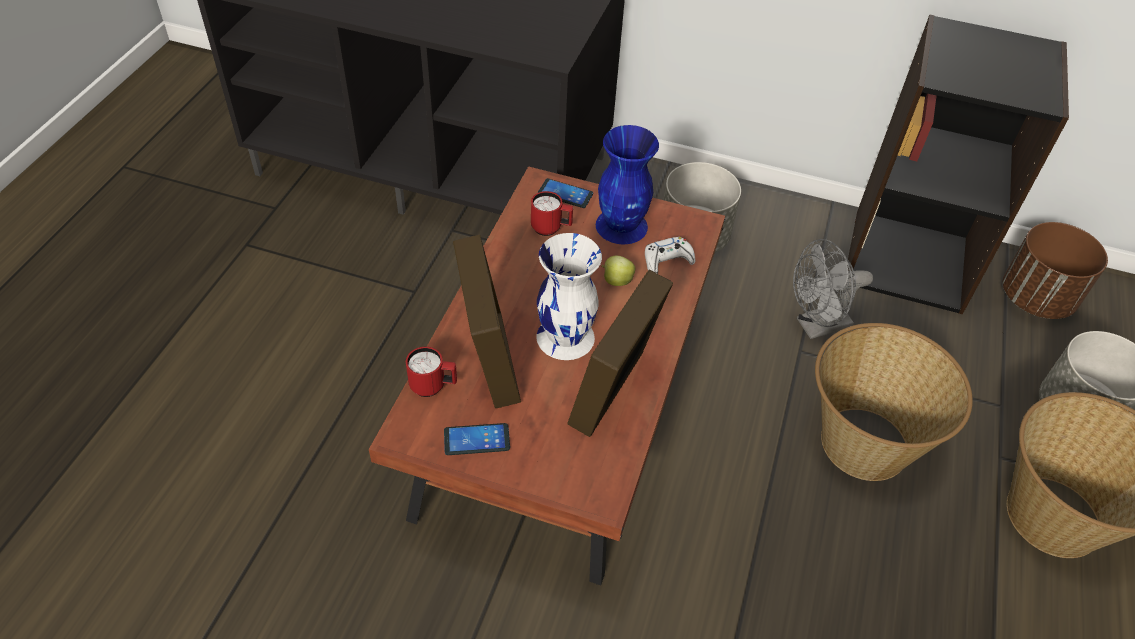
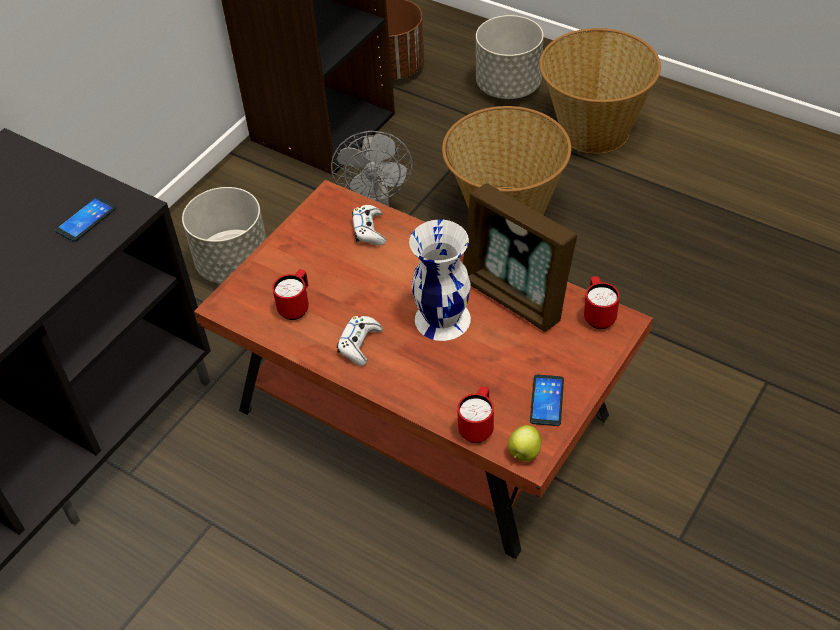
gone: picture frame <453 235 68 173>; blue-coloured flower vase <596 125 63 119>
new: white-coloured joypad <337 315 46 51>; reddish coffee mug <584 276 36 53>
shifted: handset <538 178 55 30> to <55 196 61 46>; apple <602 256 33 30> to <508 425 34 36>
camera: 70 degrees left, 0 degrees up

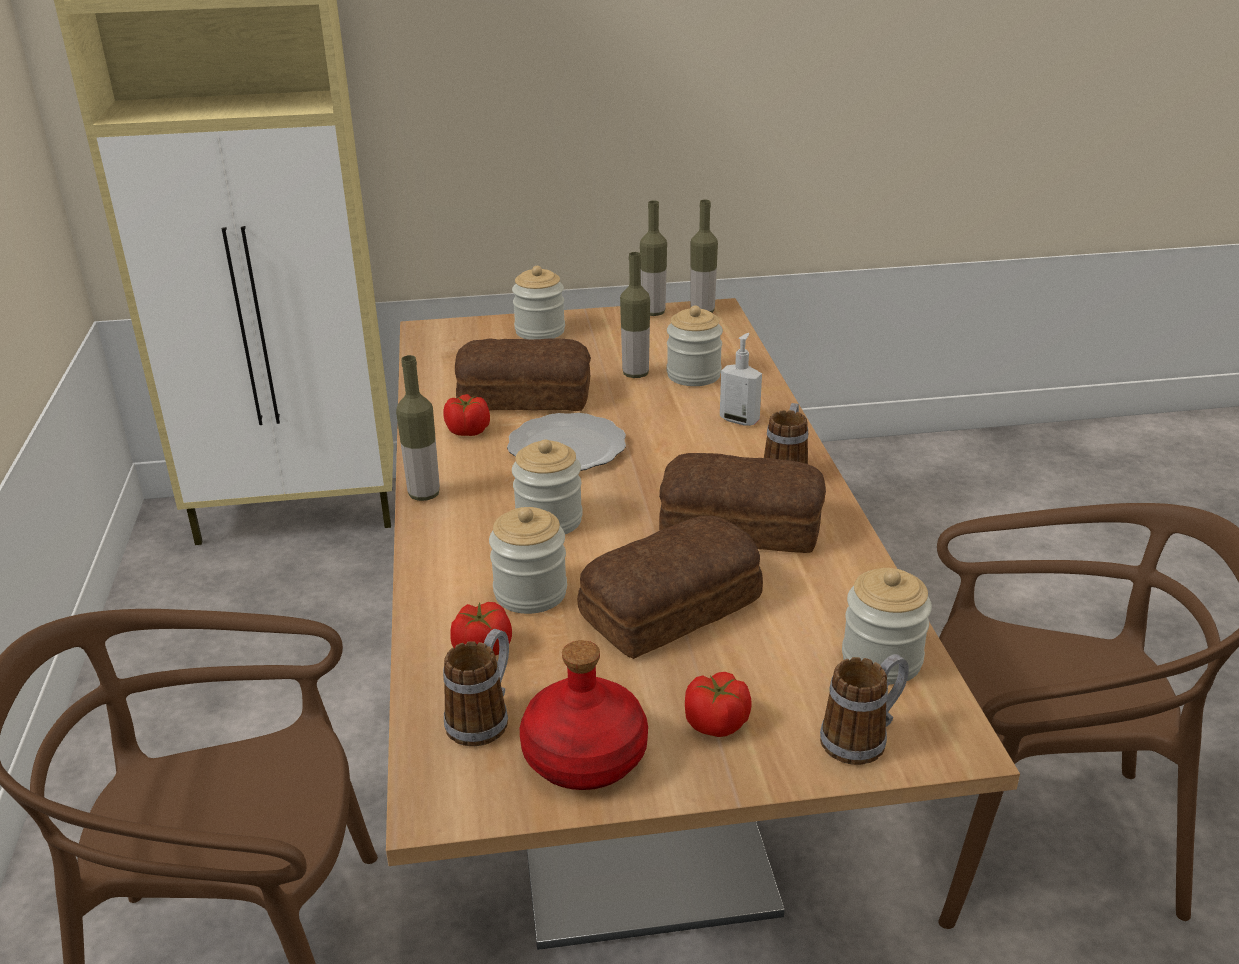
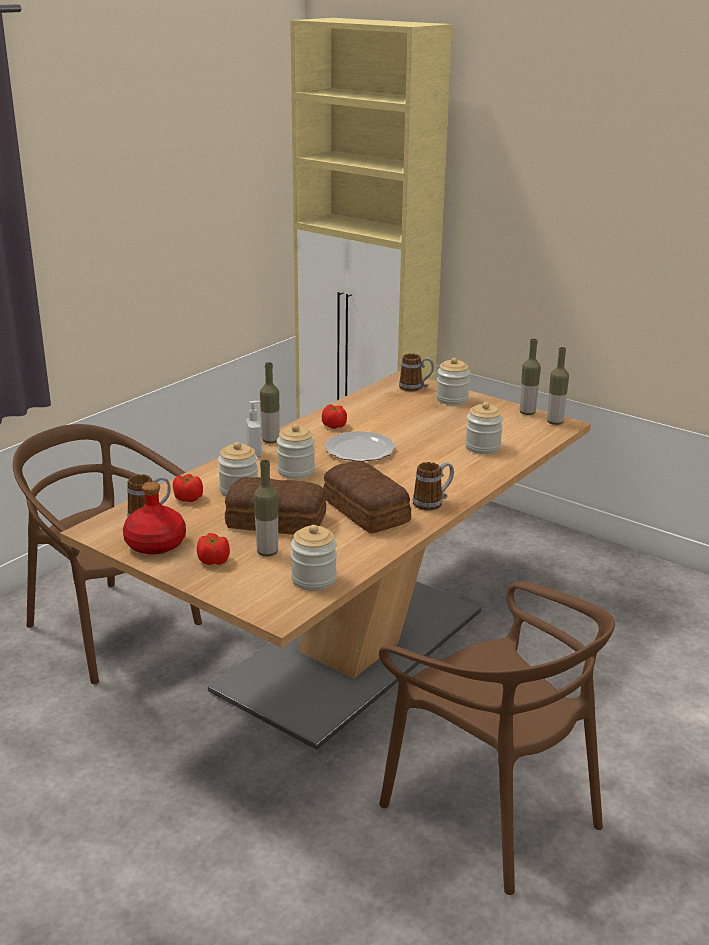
gone: bread <455 339 136 72>
shifted: bottle <620 252 30 126> to <254 460 24 97>; soap bottle <720 333 42 93> to <246 401 16 56>; coffee mug <820 654 89 111> to <399 354 35 38>
camera: 45 degrees right, 5 degrees down

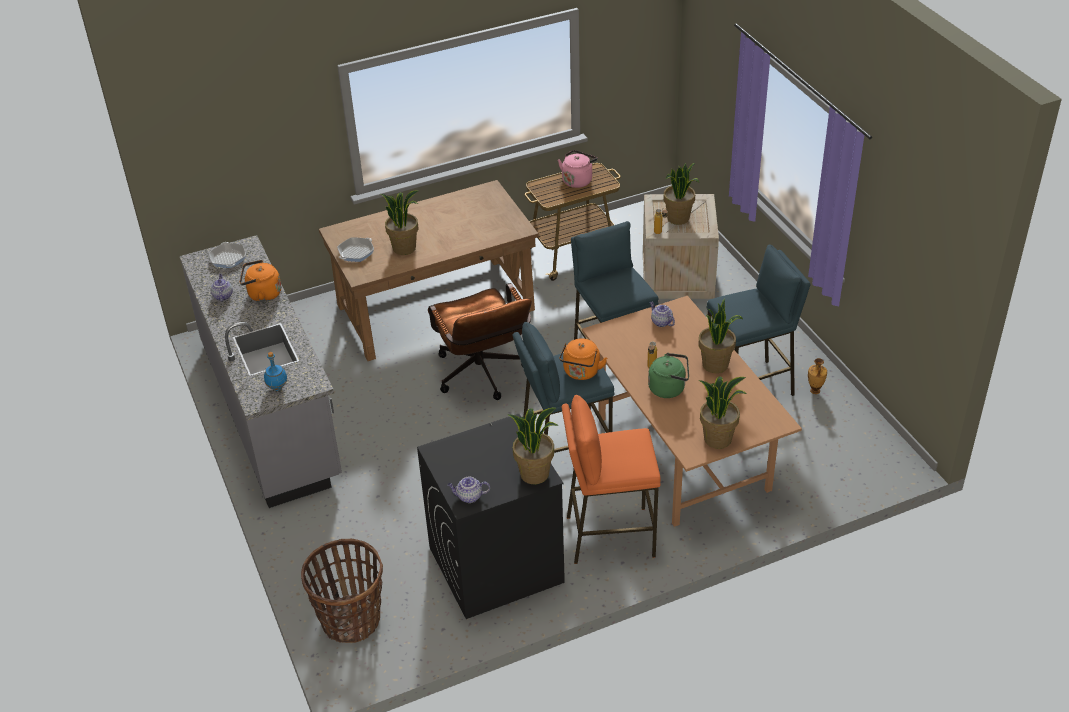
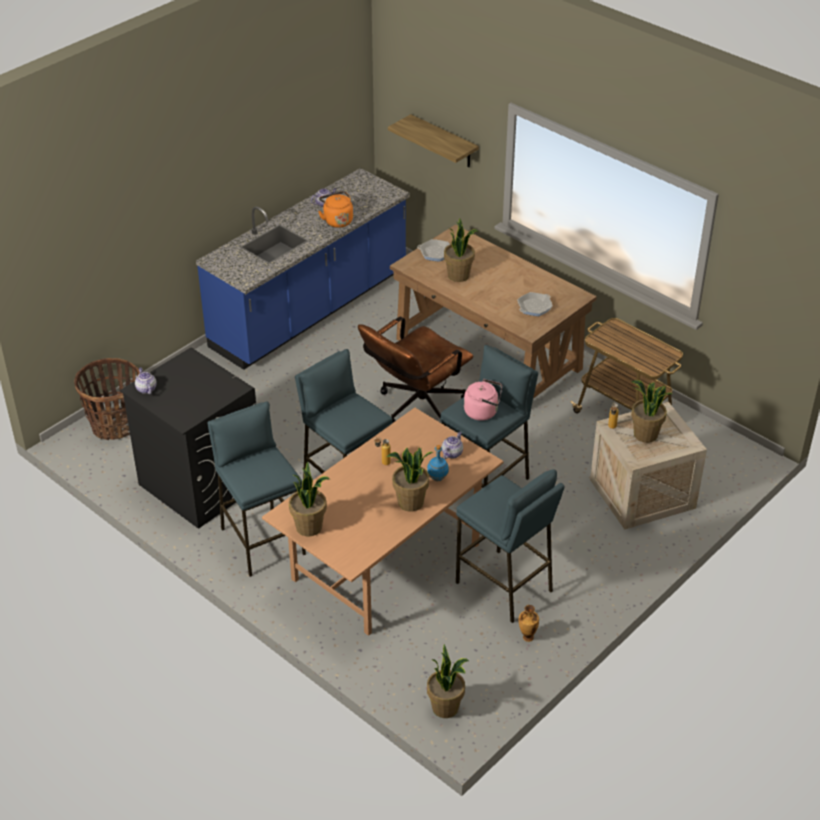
gone: orange-coloured water kettle <559 338 48 42>; green water kettle <648 353 41 45>
new: wall shelf <388 114 91 53>
shifted: pan <209 242 37 26> to <517 292 36 24>; blue-coloured bottle <264 352 24 39> to <427 445 22 36>; houseplant <508 408 51 76> to <427 644 42 74>; pink-coloured water kettle <558 150 39 38> to <464 379 38 42>
repainted: greyish counter <179 235 163 273> to blue-coloured counter <196 168 214 202>; orange-coloured stool seat <562 395 99 169> to blue-coloured stool seat <207 402 99 175>
camera: 65 degrees right, 0 degrees up

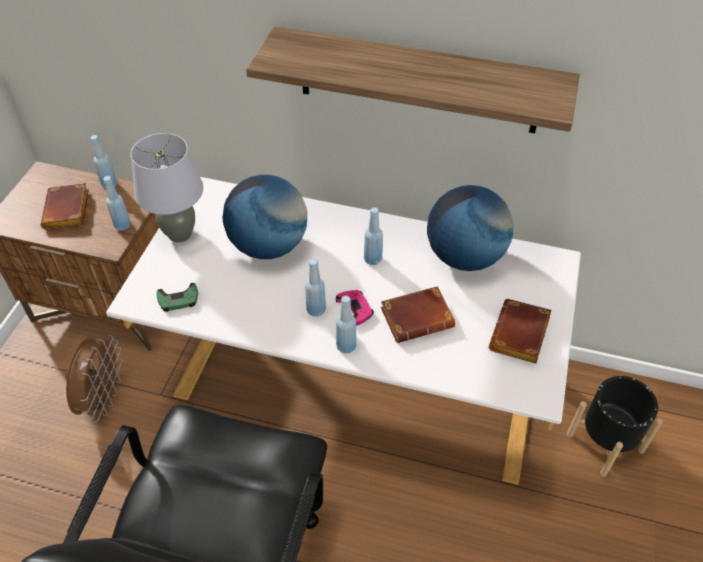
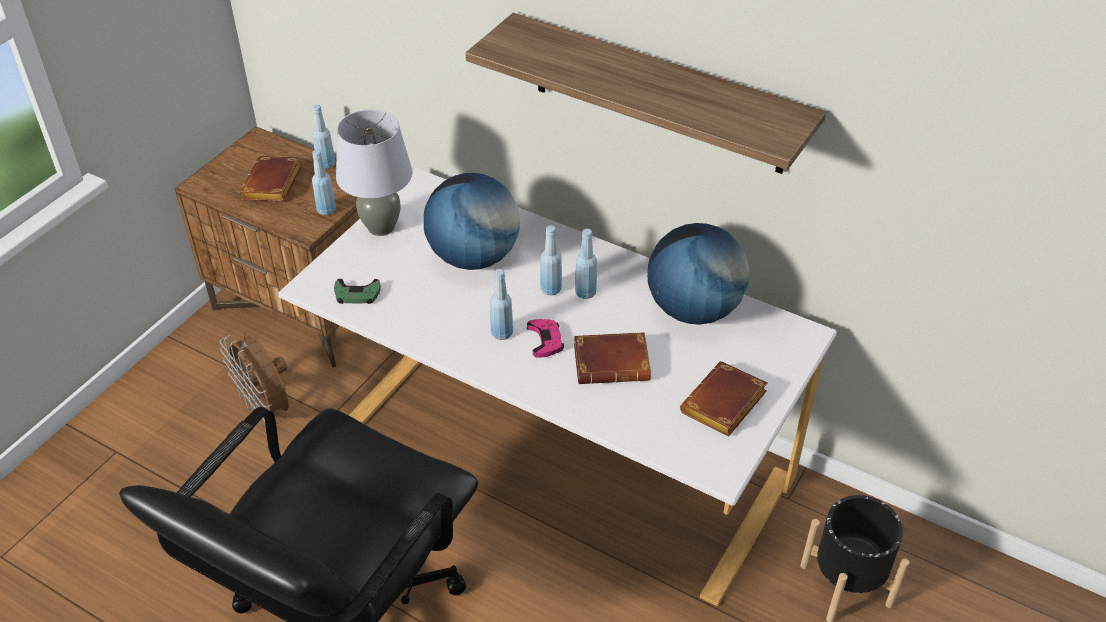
shifted: blue-coloured bottle <336 296 20 58> to <540 225 22 71>
rotated: brown-coloured cooling fan <65 335 58 88> = <220 332 69 94> 120 degrees clockwise
camera: 15 degrees right, 5 degrees down

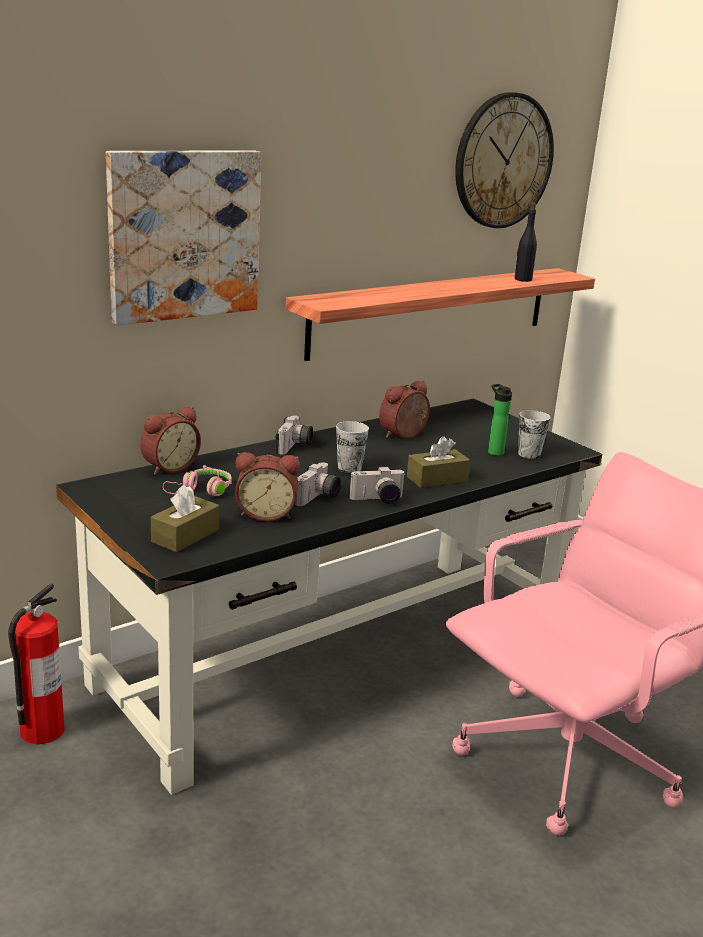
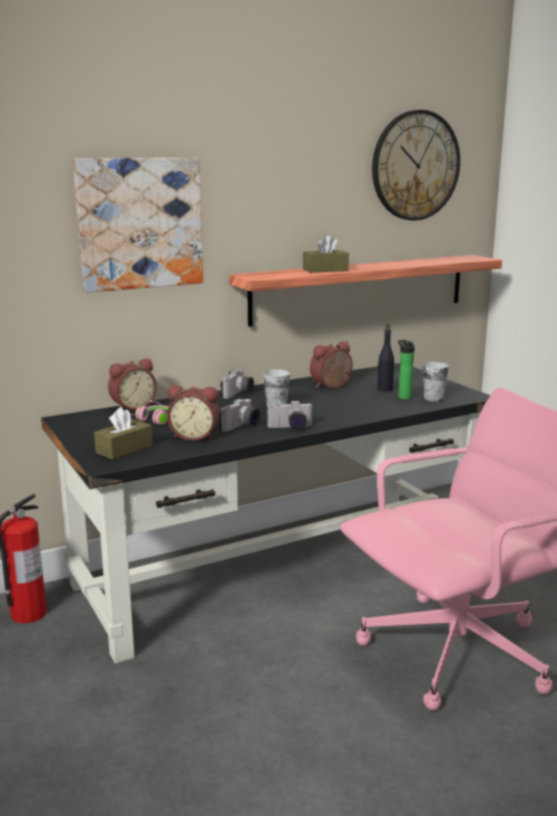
shifted: brown-coloured tissue holder <407 436 63 52> to <303 235 46 38>; blackish bottle <515 203 22 79> to <378 324 16 68>
camera: 10 degrees right, 5 degrees down

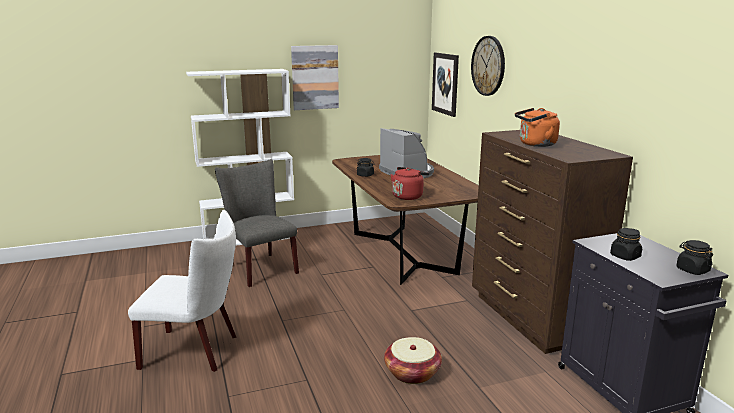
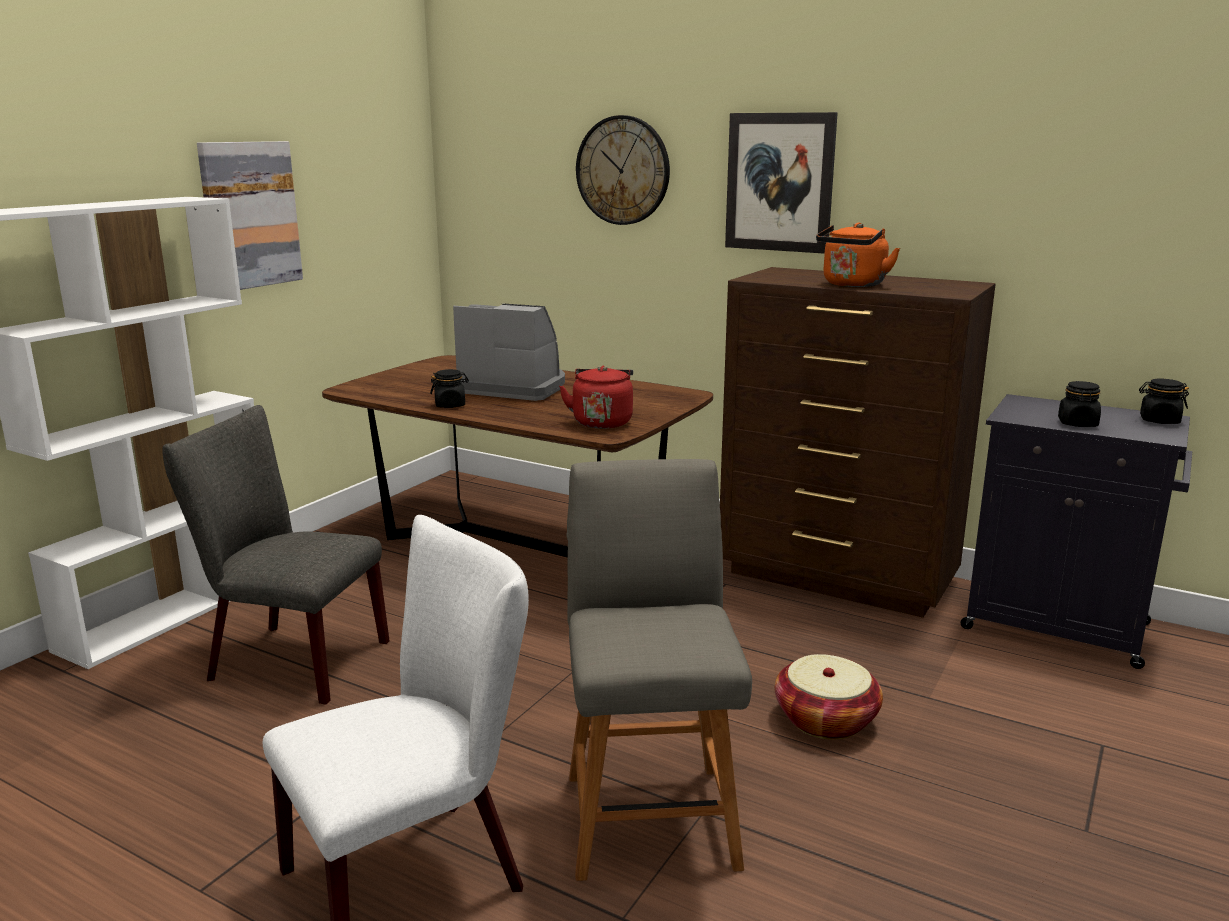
new: greyish upright chair <566 459 186 422>
shifted: wall art <432 53 27 64> to <725 112 113 142>
camera: 40 degrees left, 0 degrees up

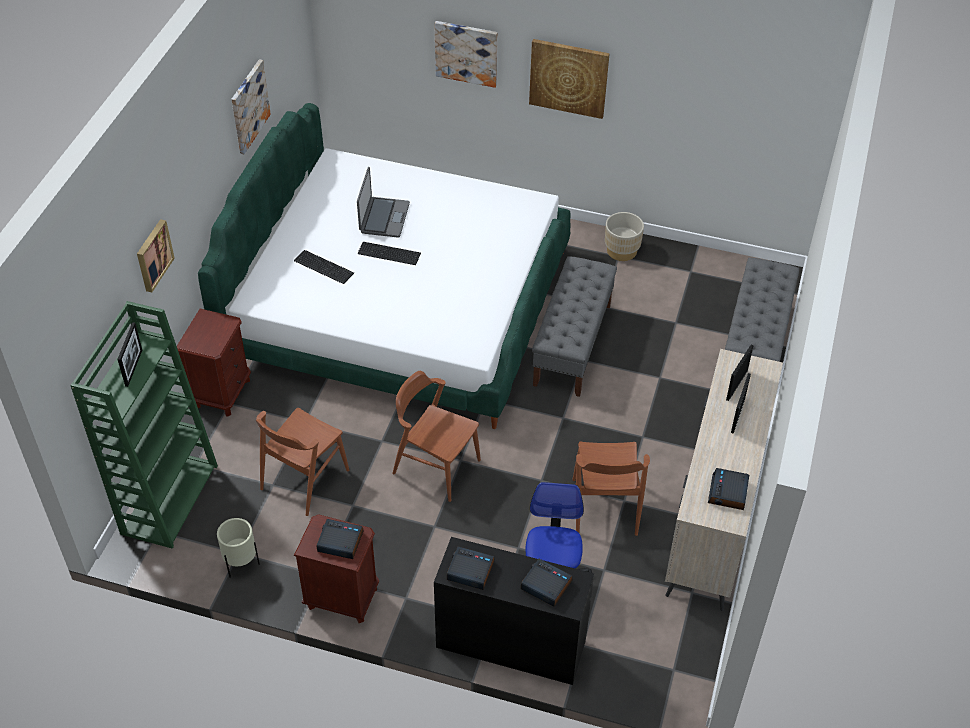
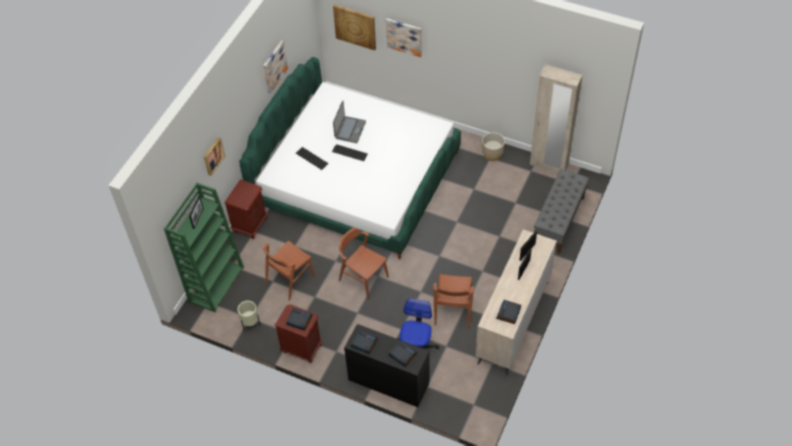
gone: greyish indoor bench <532 256 85 141>
new: beige-coloured wardrobe <530 64 53 109>
shifted: wall art <529 39 81 80> to <333 5 43 45>
camera: 10 degrees right, 5 degrees up

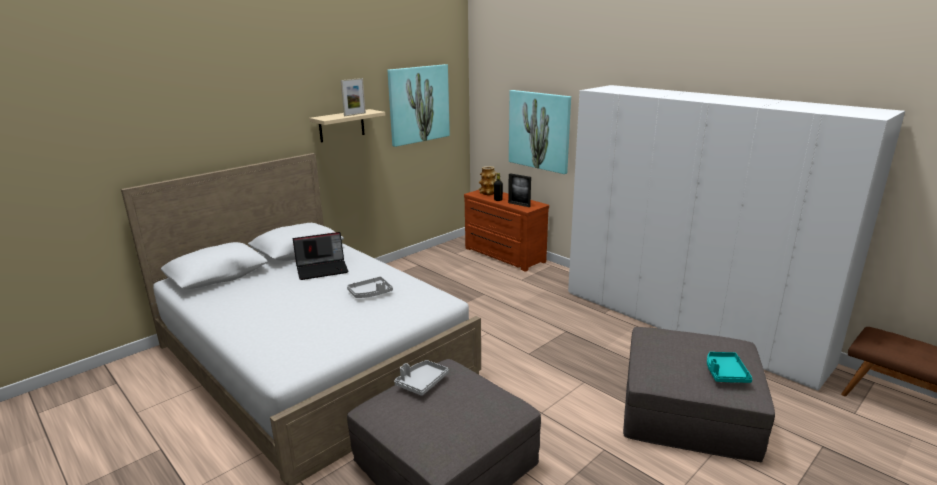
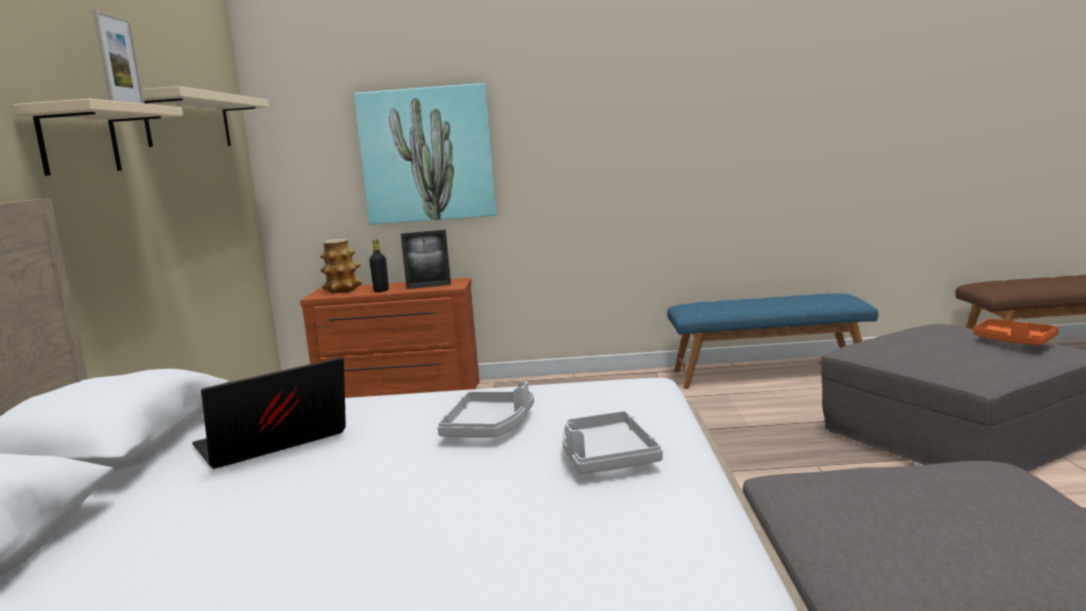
shifted: greyish serving tray <394 360 55 36> to <562 411 101 63>
swapped: wall art <387 64 63 83> to beige-coloured wall shelf <142 86 127 61>; white-coloured wardrobe <568 85 337 306> to blue-coloured indoor bench <667 293 211 96>
repainted: turquoise-coloured serving tray <707 352 45 31> to orange-coloured serving tray <974 319 85 26>
rotated: laptop <293 232 55 48> = <192 357 154 112> 150 degrees counterclockwise
camera: 45 degrees left, 10 degrees down

